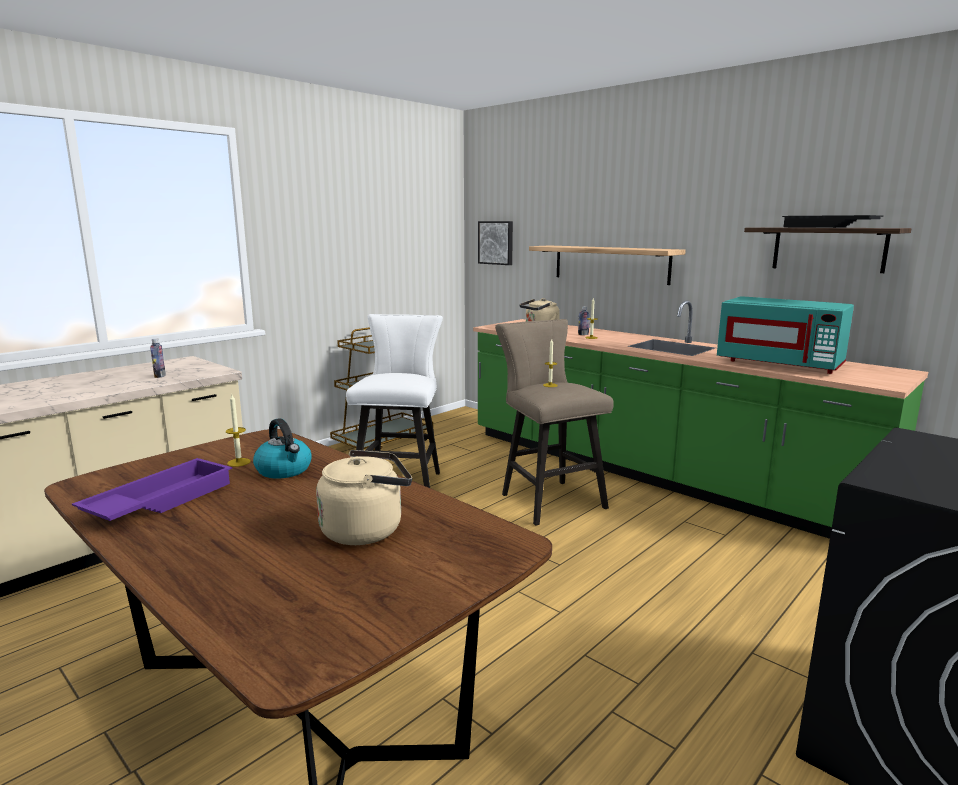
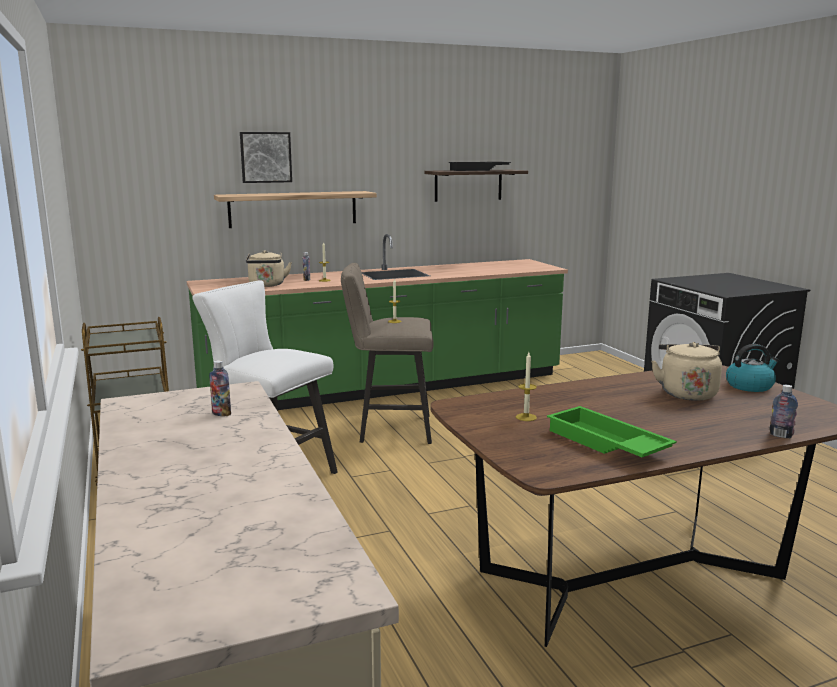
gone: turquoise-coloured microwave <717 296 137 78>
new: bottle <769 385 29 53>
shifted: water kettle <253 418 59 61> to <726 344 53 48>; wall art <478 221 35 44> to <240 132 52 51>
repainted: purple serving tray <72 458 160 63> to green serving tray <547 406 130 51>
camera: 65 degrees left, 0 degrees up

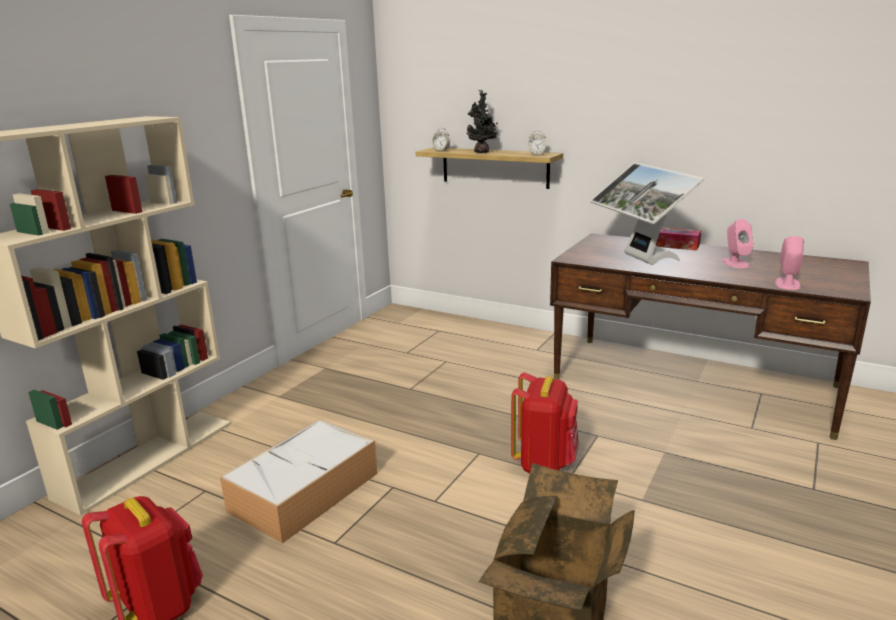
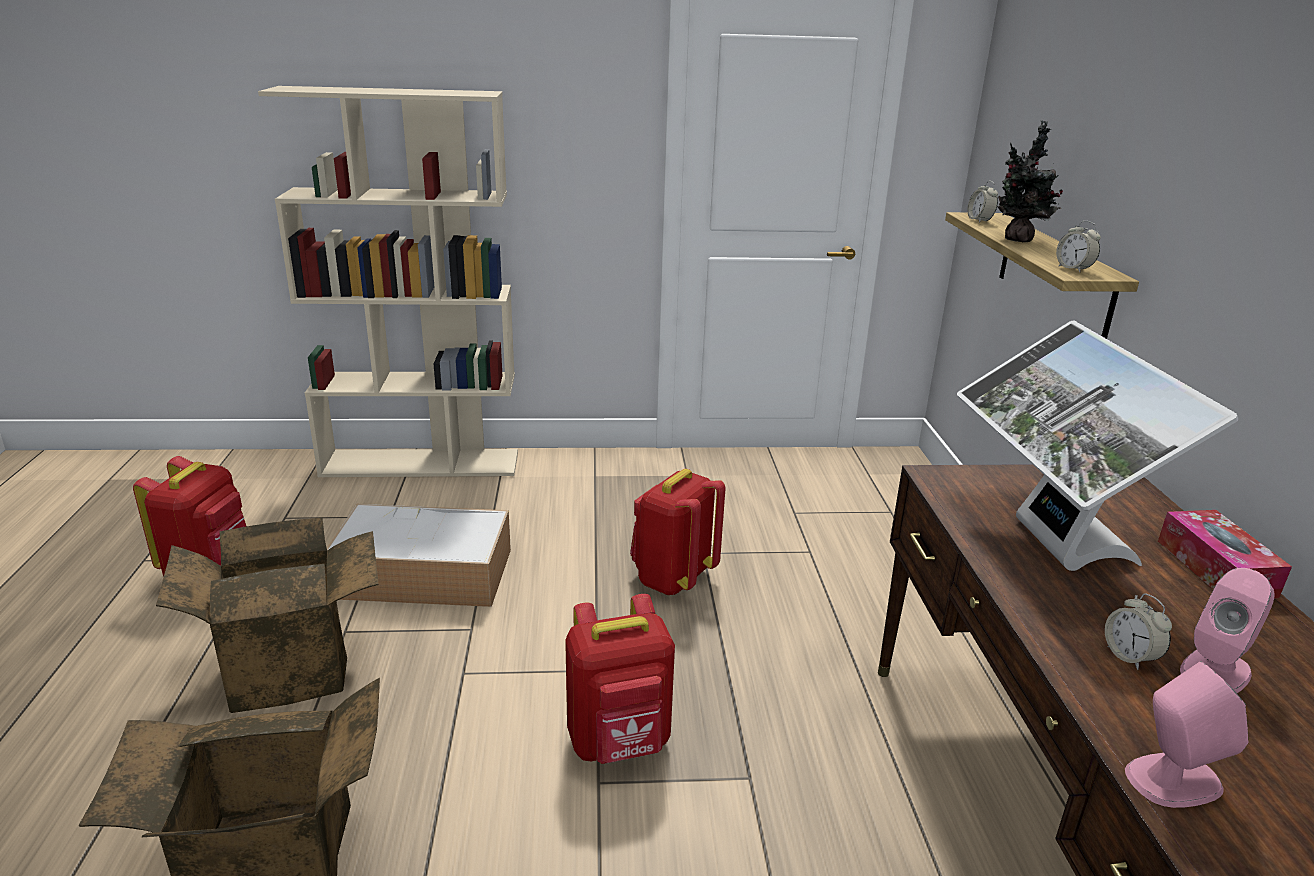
new: carton <156 518 223 195>; reddish knapsack <630 469 95 126>; table clock <1105 593 67 77>
rotated: monitor <590 162 114 103> = <957 321 281 250> 45 degrees counterclockwise
camera: 55 degrees right, 5 degrees up

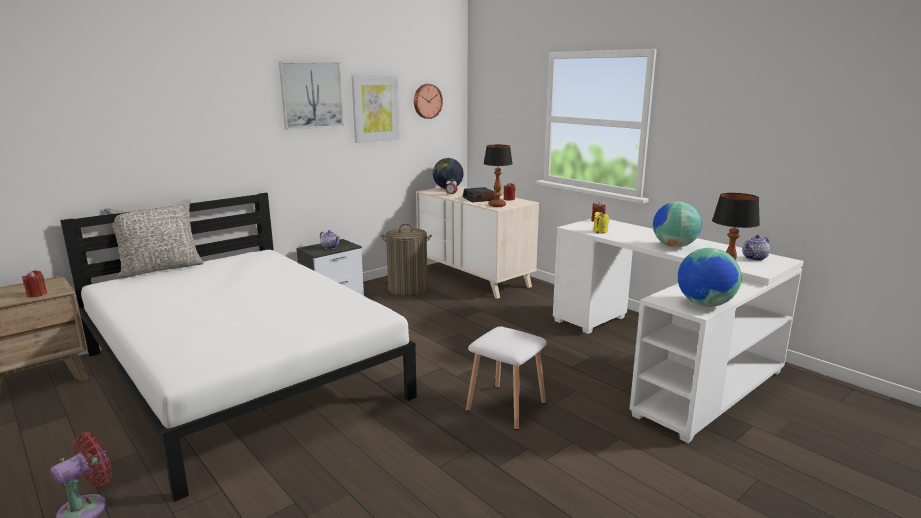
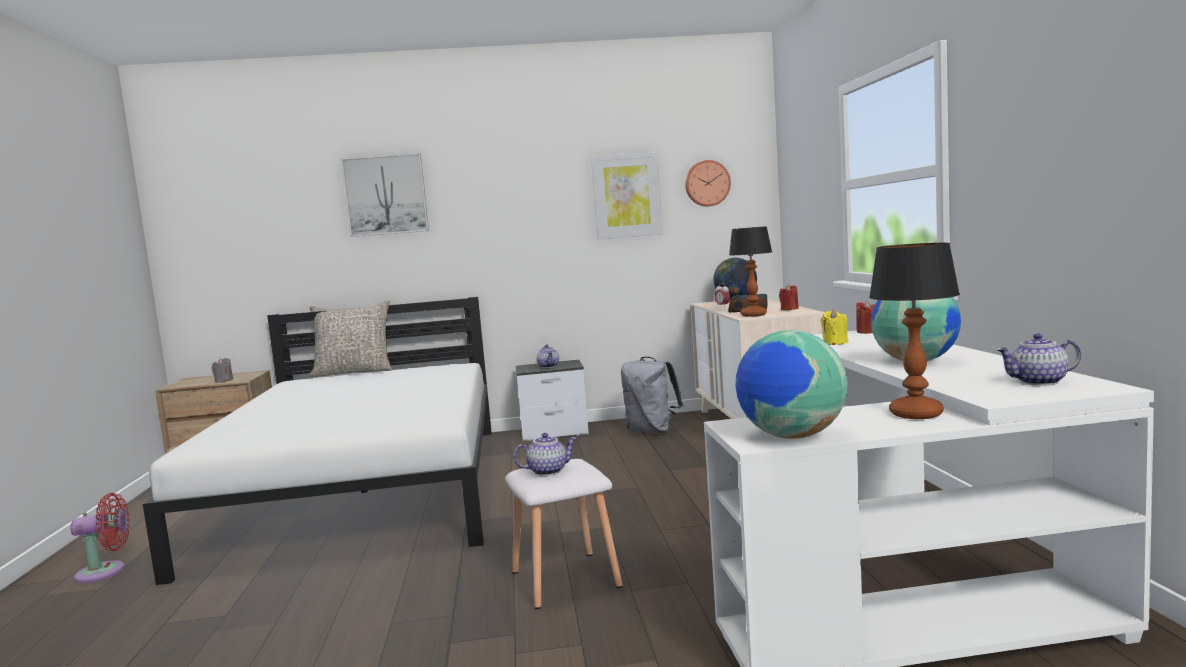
new: teapot <513 433 64 43>
shifted: wall art <279 61 65 69> to <341 153 88 84>
swapped: washing basket <381 224 51 72> to greyish knapsack <621 356 62 77>
repainted: reddish candle <22 270 25 28> to greyish candle <212 358 21 25>
camera: 35 degrees right, 10 degrees down

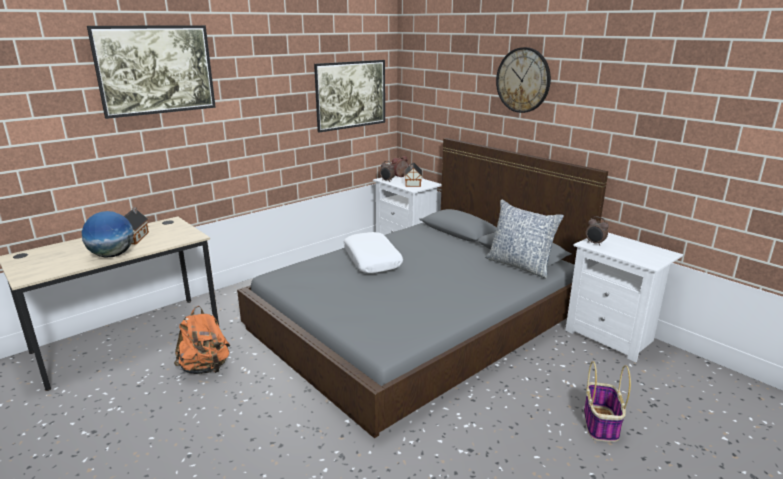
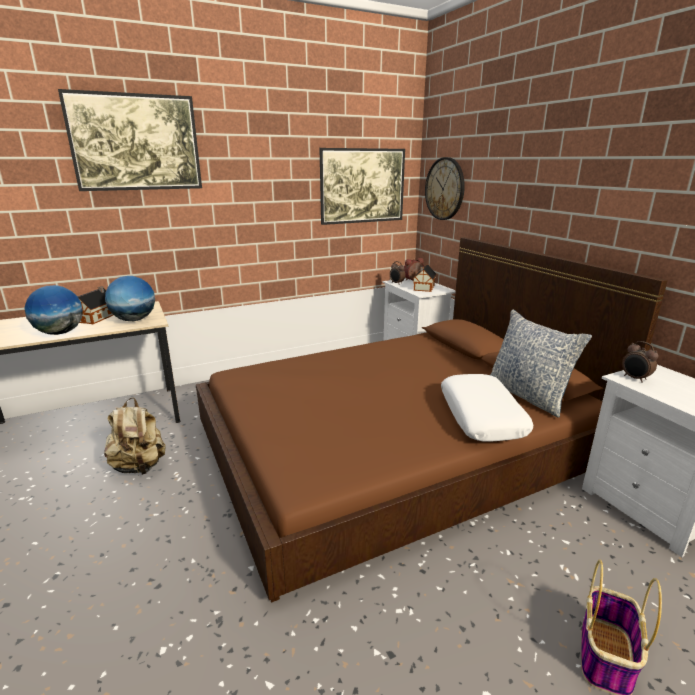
new: world globe <105 276 50 45>
shifted: white-coloured cushion <343 232 60 41> to <441 374 92 68>; clock on the wall <496 47 55 66> to <425 157 40 63>
repainted: orange-coloured knapsack <174 306 56 68> to beige-coloured knapsack <104 397 61 78>; greyish sleeping bed <237 138 371 300> to brown-coloured sleeping bed <196 237 472 365>
camera: 15 degrees right, 0 degrees up

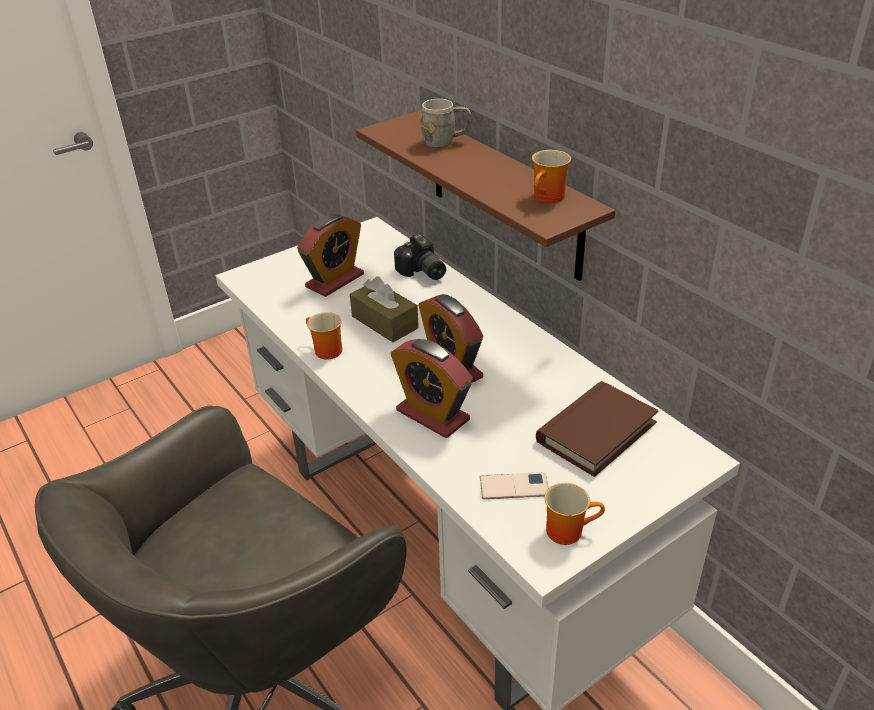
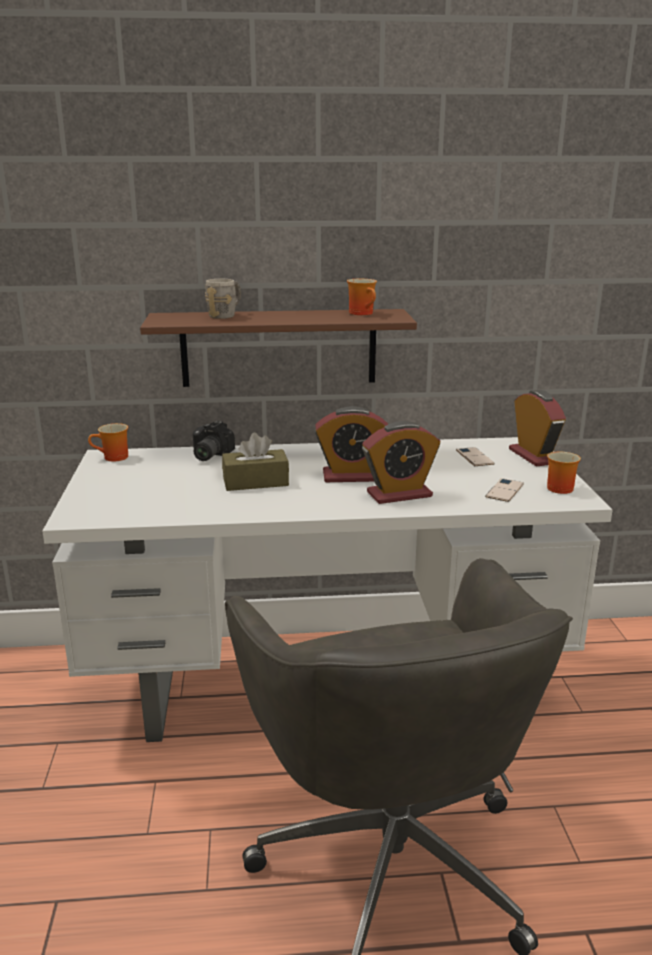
shifted: table clock <297 214 67 83> to <509 390 57 77>; coffee mug <306 312 36 47> to <88 423 40 38>
swapped: brown-coloured volume <536 381 122 96> to handset <456 447 39 19>
rotated: still camera <394 234 52 46> = <193 421 42 40> 105 degrees clockwise
camera: 60 degrees left, 15 degrees down

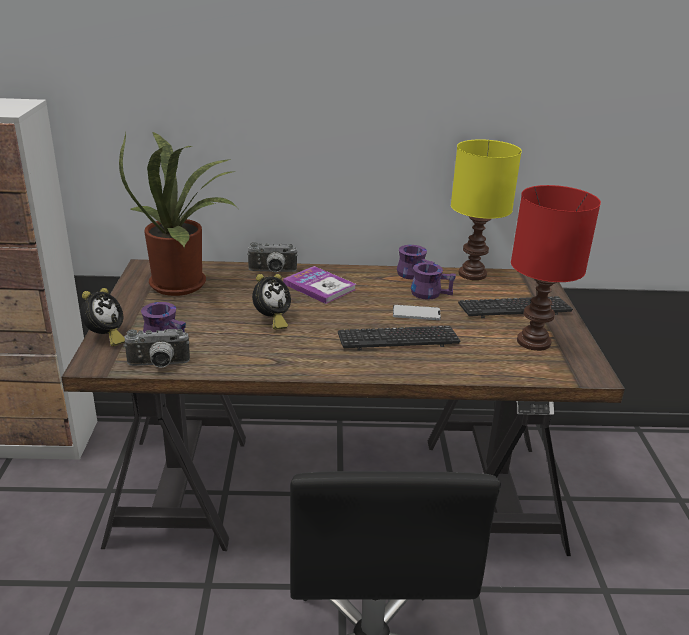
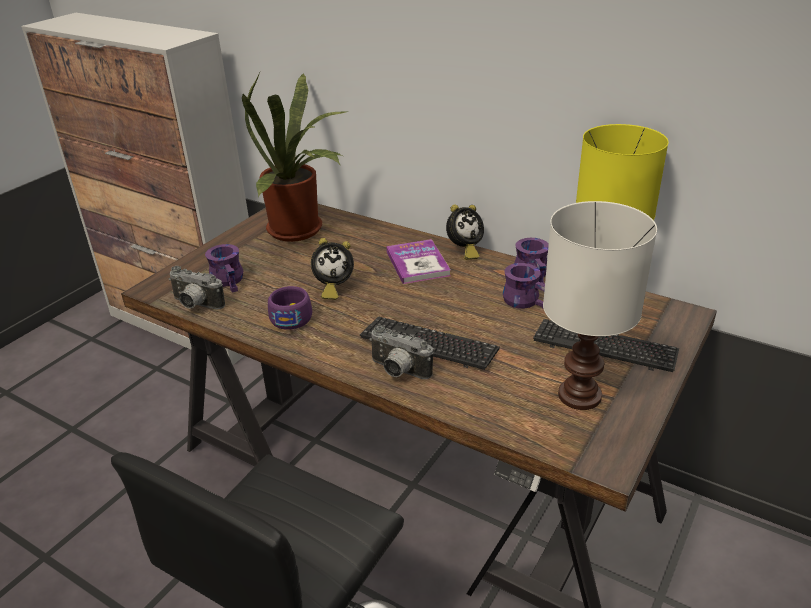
gone: handset <393 305 48 15>
new: purple small cup <268 286 44 44>
shifted: table clock <81 288 44 58> to <446 204 38 56>; still camera <247 242 51 30> to <369 325 64 54>
repainted: reddish tabletop lamp <511 185 90 166> to white-coloured tabletop lamp <543 201 114 209>
camera: 35 degrees right, 5 degrees up

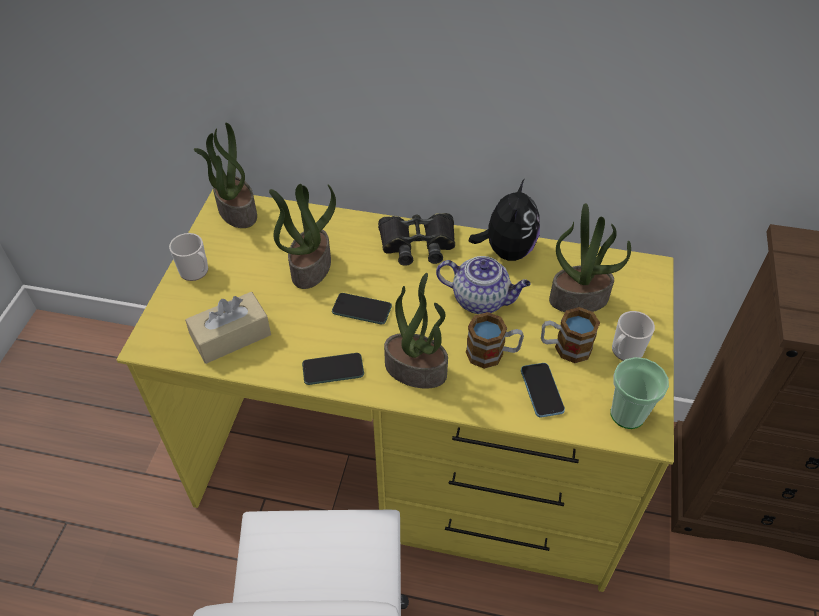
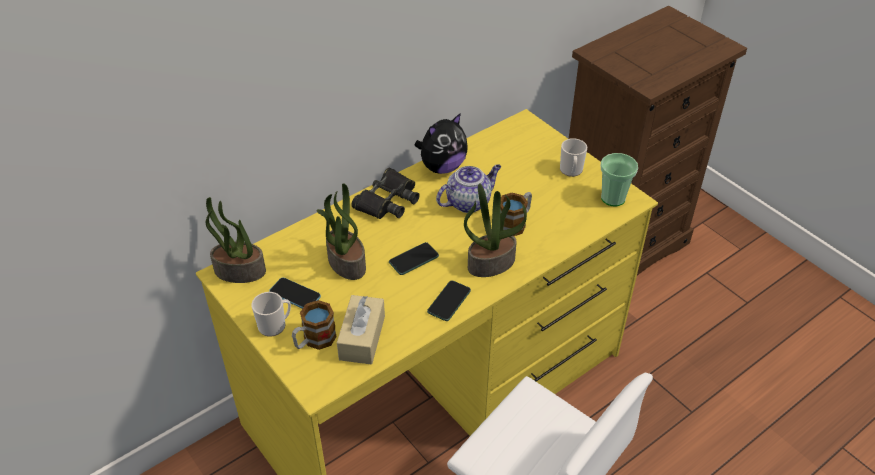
gone: houseplant <549 203 82 109>
shifted: handset <521 363 44 54> to <269 278 52 31>; coffee mug <541 307 59 56> to <292 300 45 50>
rotated: plush toy <469 180 71 81> = <415 113 53 61> 90 degrees clockwise
camera: 50 degrees left, 5 degrees down

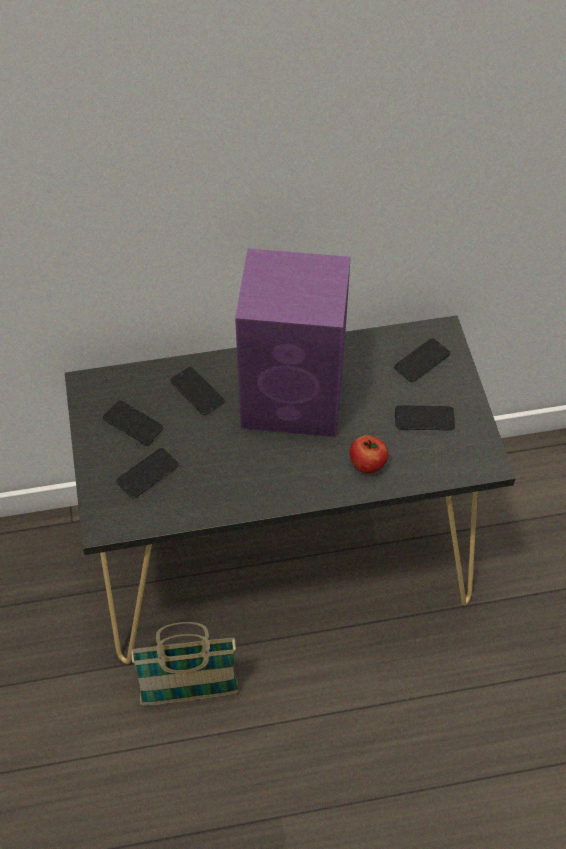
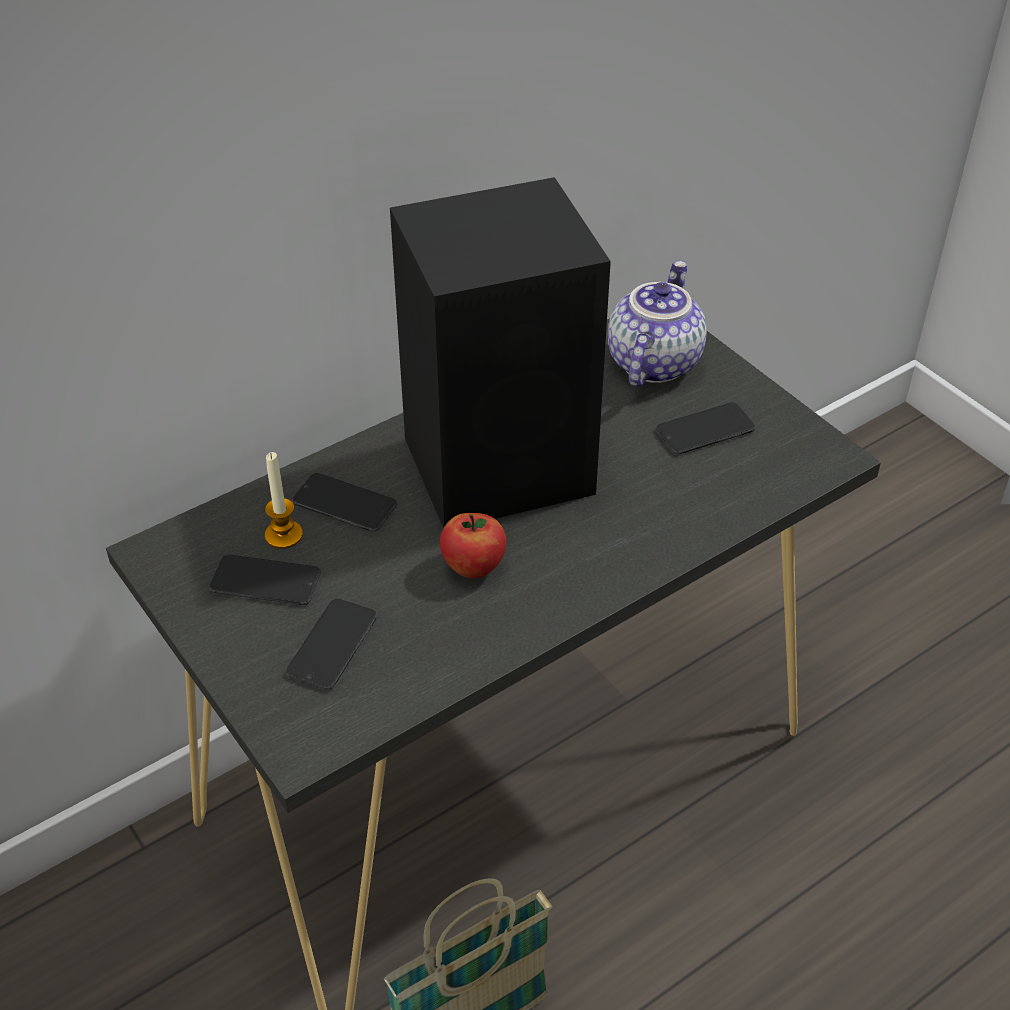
new: candle <265 452 38 97>
shifted: apple <349 435 40 38> to <440 513 66 65>
swapped: handset <394 338 57 44> to teapot <608 261 99 125>
repainted: purple audio speaker <235 248 116 189> to blackish audio speaker <390 177 221 351>
camera: 25 degrees left, 10 degrees down

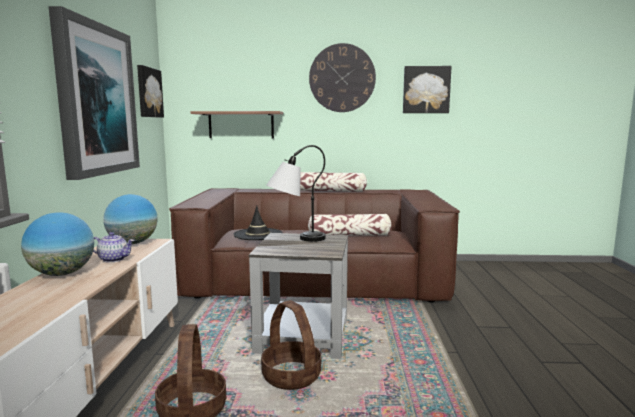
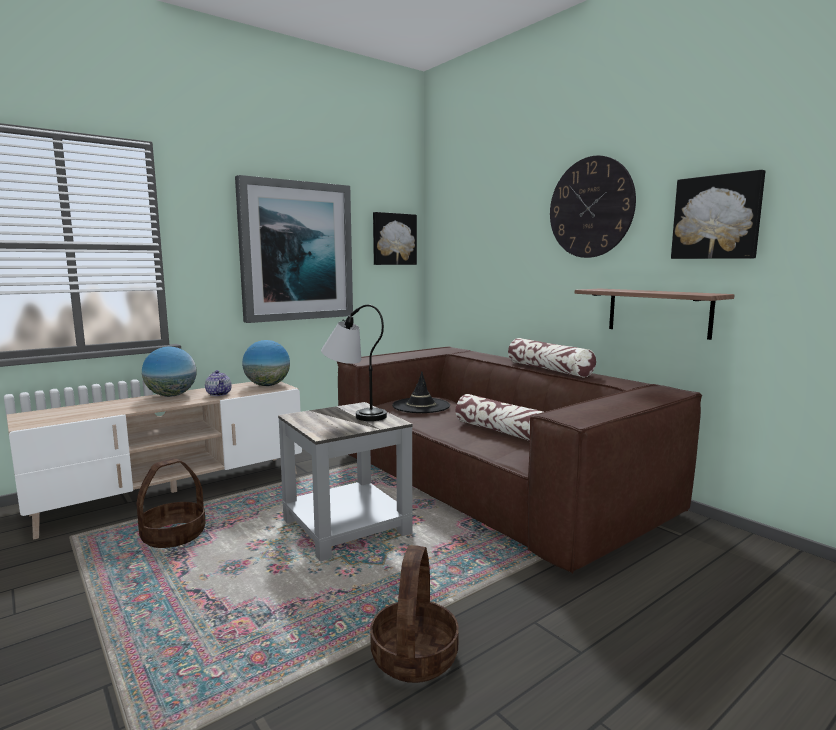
shifted: wall shelf <190 111 93 27> to <575 288 159 52>; storage basket <261 300 60 90> to <370 546 89 137>
camera: 50 degrees right, 0 degrees up

